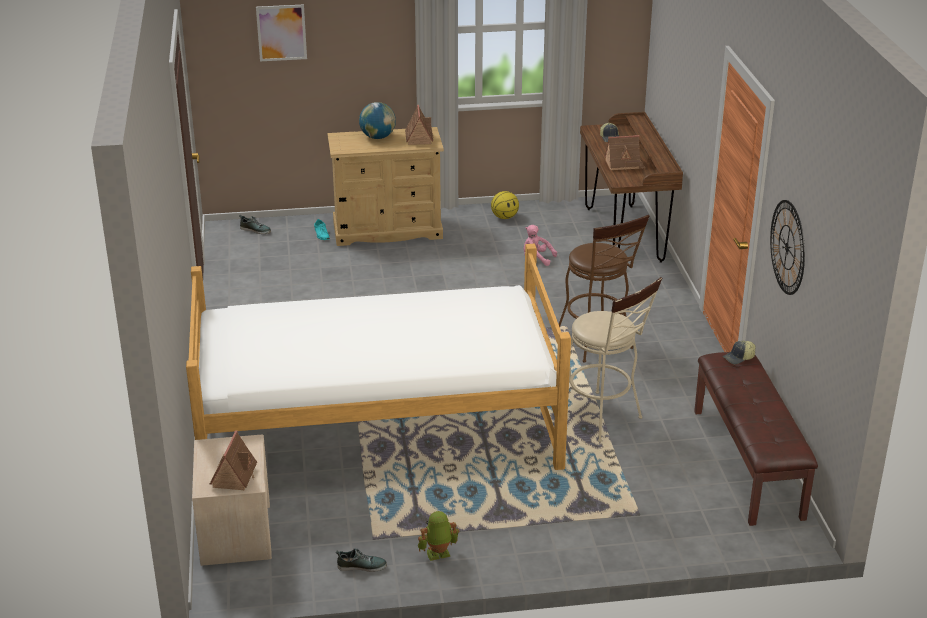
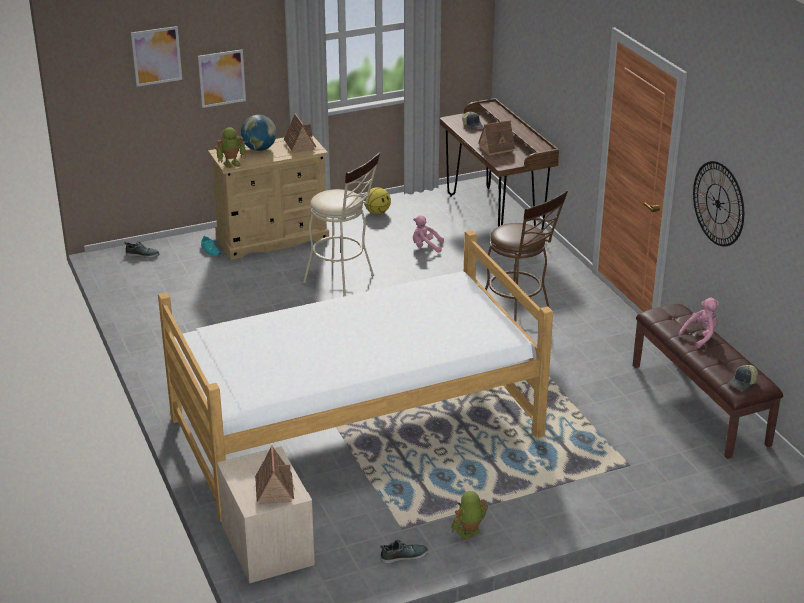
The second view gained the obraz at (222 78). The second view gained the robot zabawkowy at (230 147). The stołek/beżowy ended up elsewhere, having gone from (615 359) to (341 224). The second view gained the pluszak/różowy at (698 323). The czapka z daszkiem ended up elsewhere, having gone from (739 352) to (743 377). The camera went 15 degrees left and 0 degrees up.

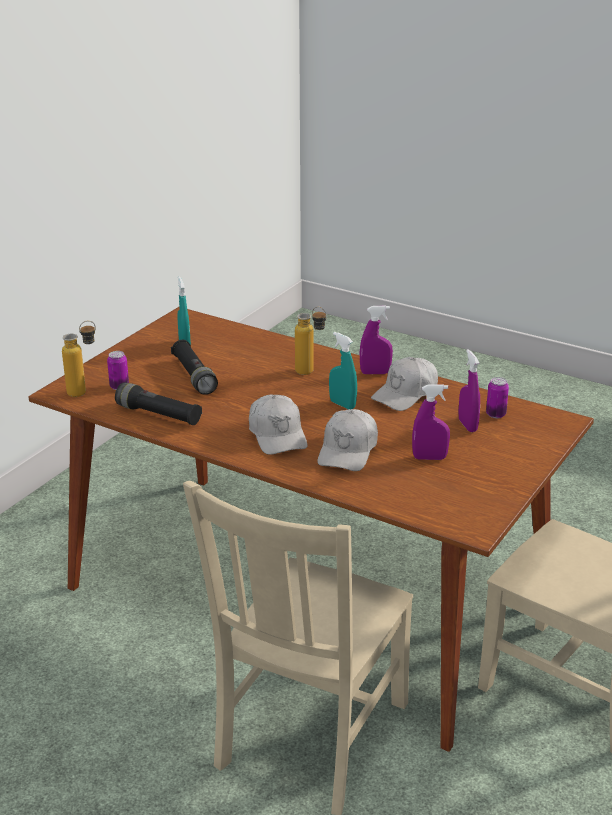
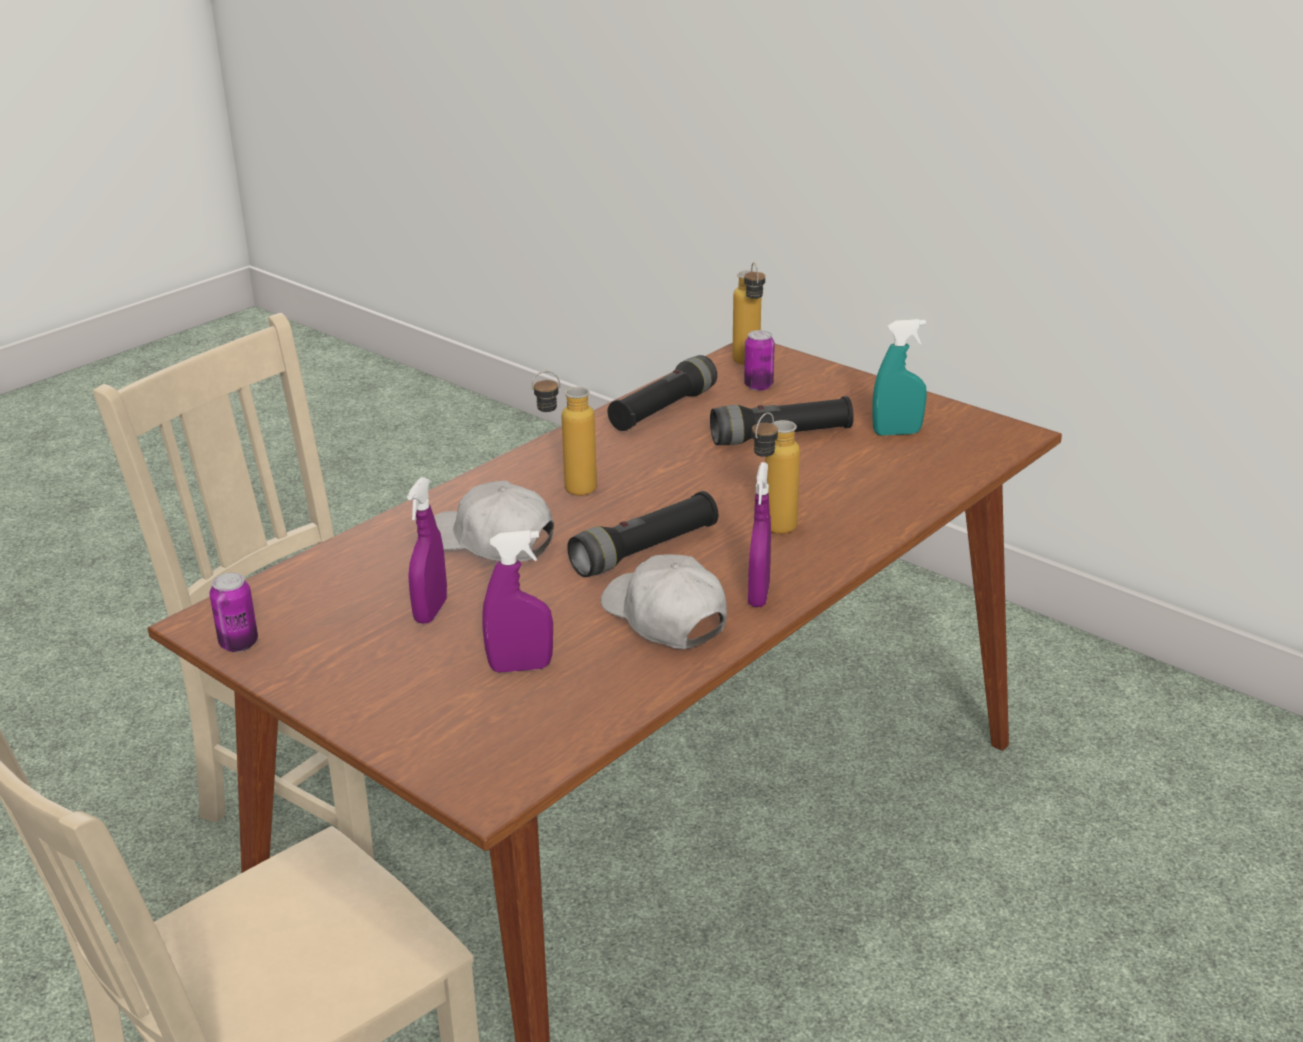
The puszka ended up elsewhere, having gone from (497 397) to (233 612). Where the czapka z daszkiem/biały stood at (278 425), the butelka came to stand at (564 433). Where the spryskiwacz/turkusowy stood at (343 370), the latarka/czarny came to stand at (642 534). The camera went 100 degrees right and 0 degrees up.

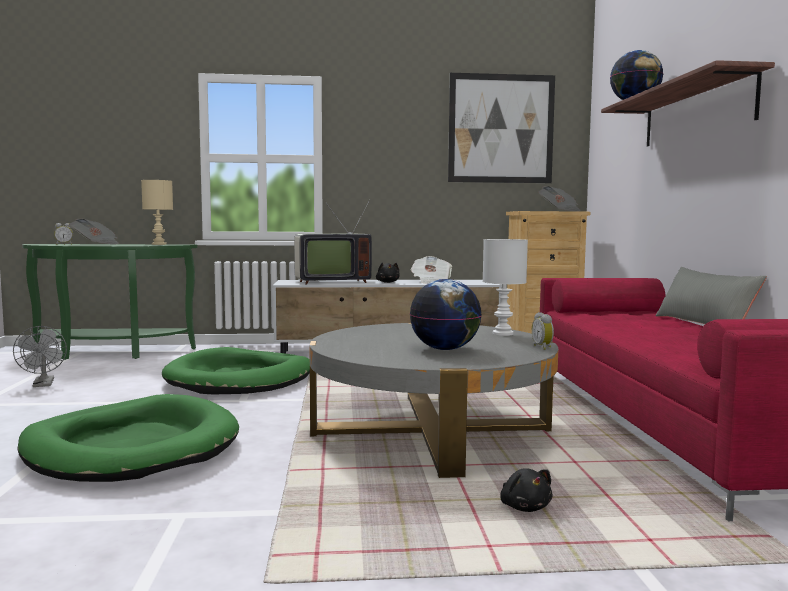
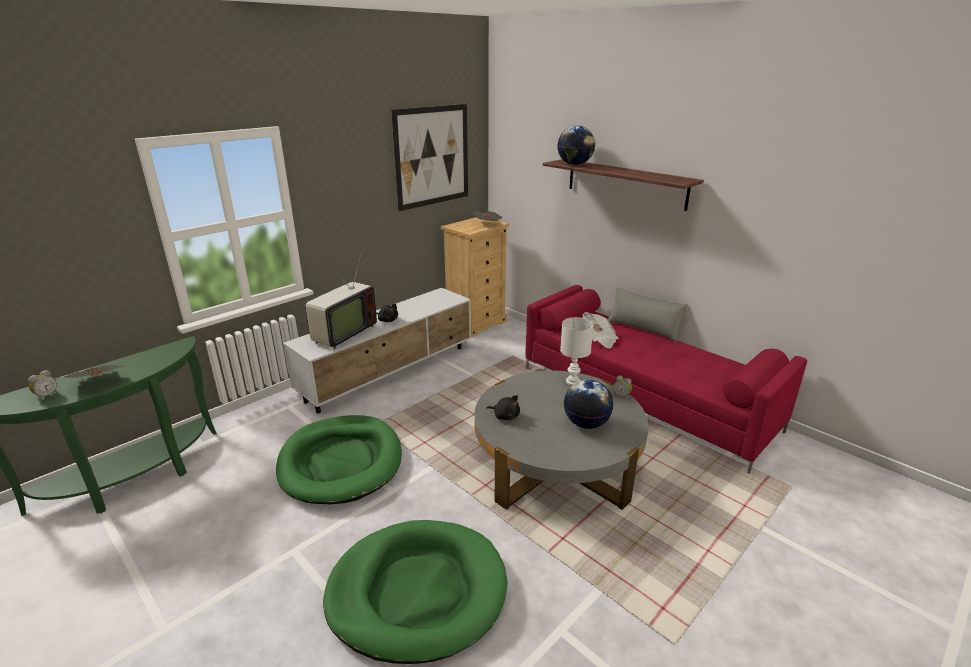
The pluszak/czarny ended up elsewhere, having gone from (526 490) to (503 407). The gazeta ended up elsewhere, having gone from (431 270) to (601 330). The second view lost the wentylator/szary at (40 356). The second view lost the lampa stołowa/beżowy at (157 212). The camera went 40 degrees left and 20 degrees up.

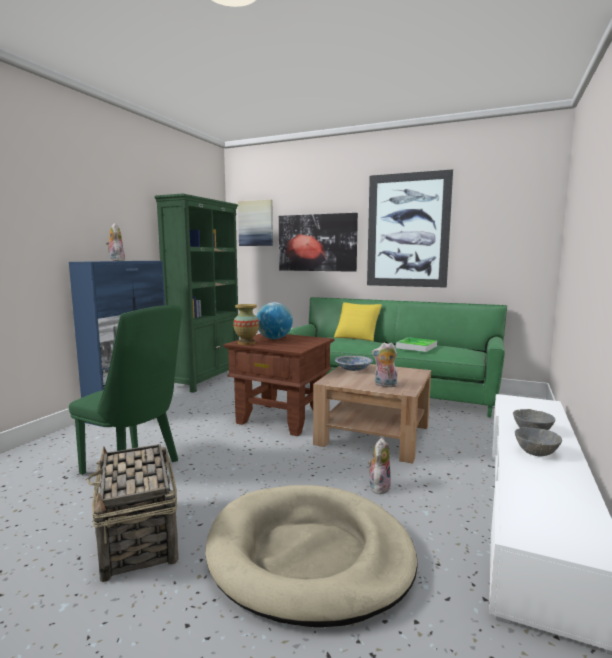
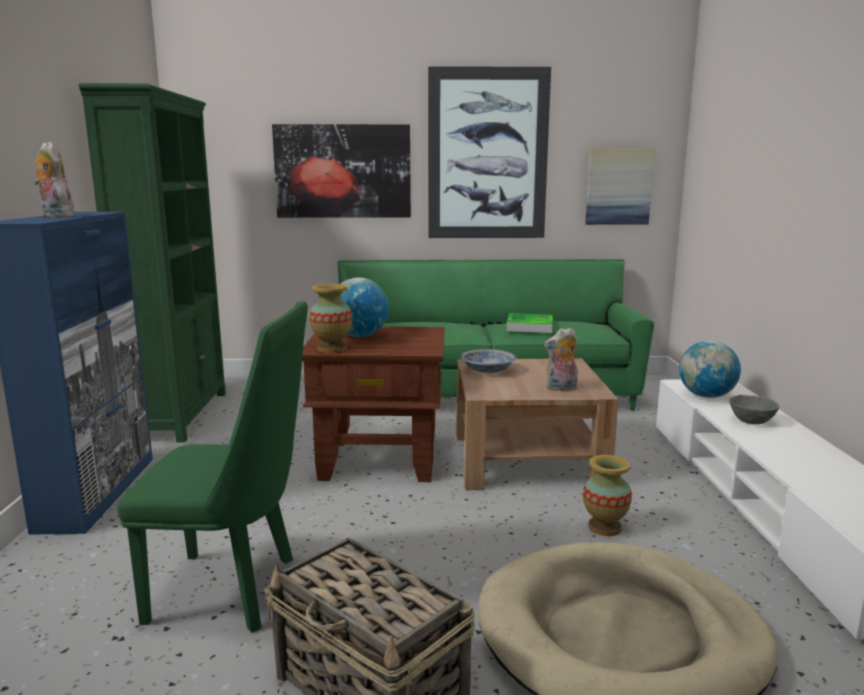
Where the pluszak stood at (379 466), the wazon came to stand at (607 495). The obraz ended up elsewhere, having gone from (255 223) to (620 186). The second view gained the globus at (710 369). The second view lost the poduszka/żółty at (358 321). The second view lost the miska/szary at (538 441). The camera went 25 degrees left and 5 degrees up.

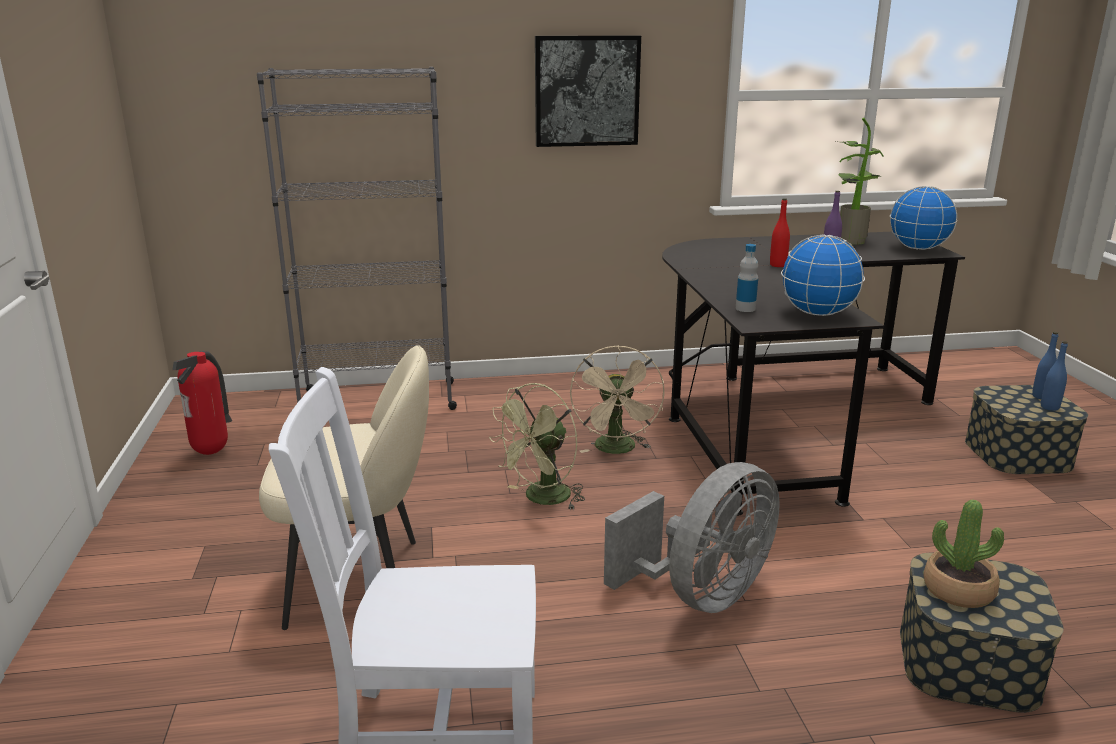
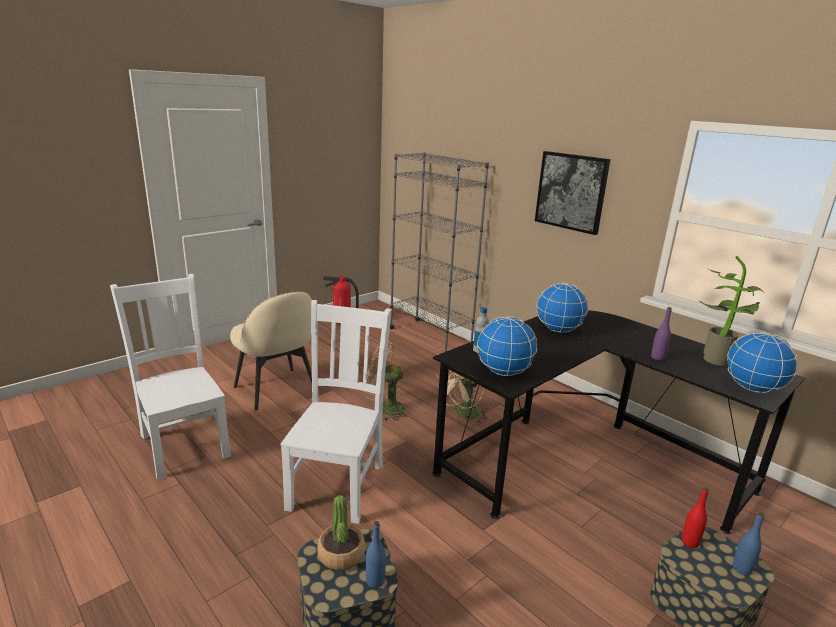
Where the wentylator/szary stood at (692 537), the krzesło/biały came to stand at (336 412). The butelka/niebieski ended up elsewhere, having gone from (1054 376) to (376 554). The second view gained the globus at (562 308). The butelka/czerwony ended up elsewhere, having gone from (780 232) to (695 517). The camera went 55 degrees right and 0 degrees up.

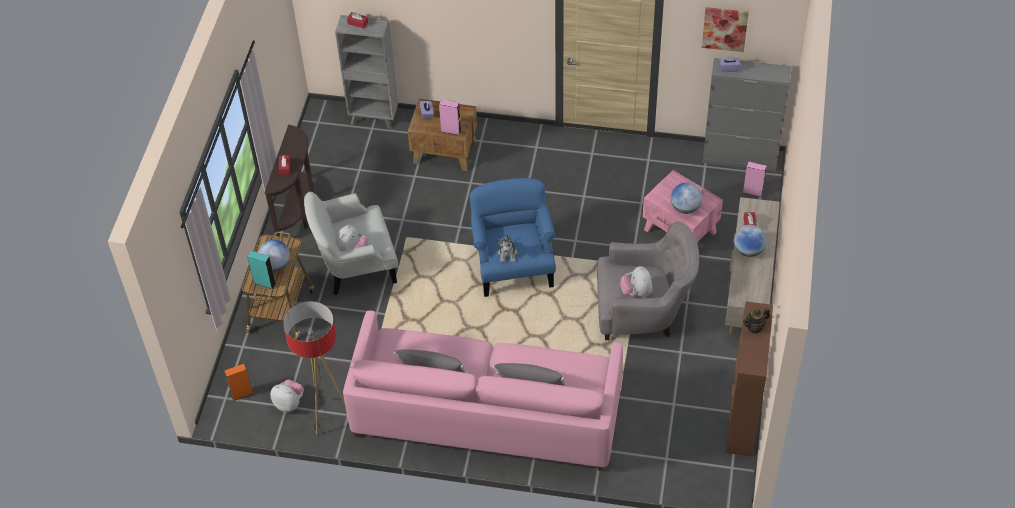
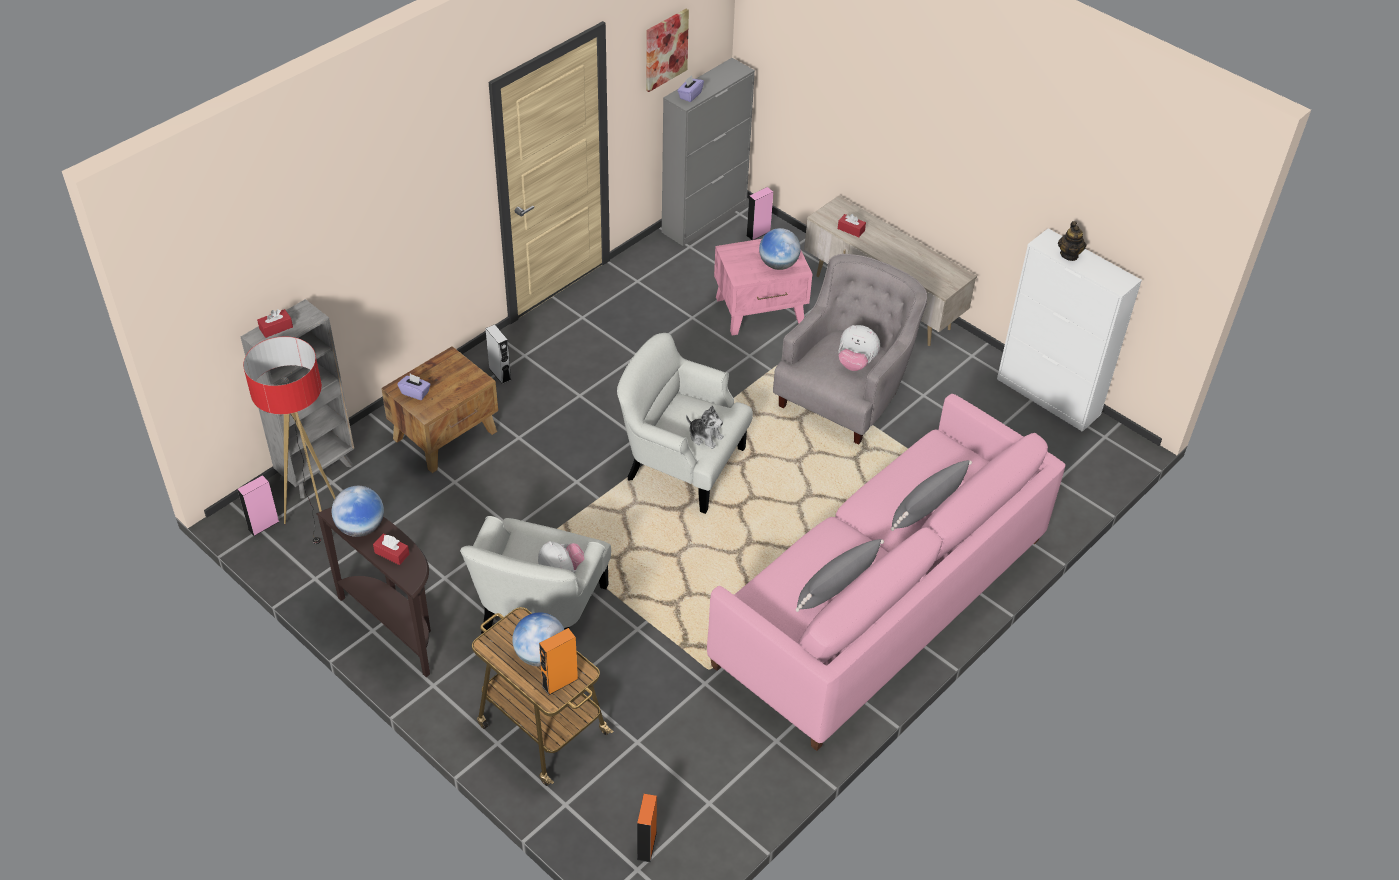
The głośnik/różowy ended up elsewhere, having gone from (450 117) to (258 505). The lampa stojąca ended up elsewhere, having gone from (314 368) to (289 440). The globus ended up elsewhere, having gone from (750 241) to (358 511). The second view gained the głośnik/szary at (498 354). What was the głośnik/turkusowy at (261 270) turned into the głośnik/pomarańczowy at (558 661). What was the fotel/niebieski at (513 237) turned into the fotel/biały at (685 423). What was the szafka/brązowy at (749 379) turned into the szafka/biały at (1069 330). The second view lost the pluszak at (287 395). The camera went 60 degrees left and 5 degrees down.

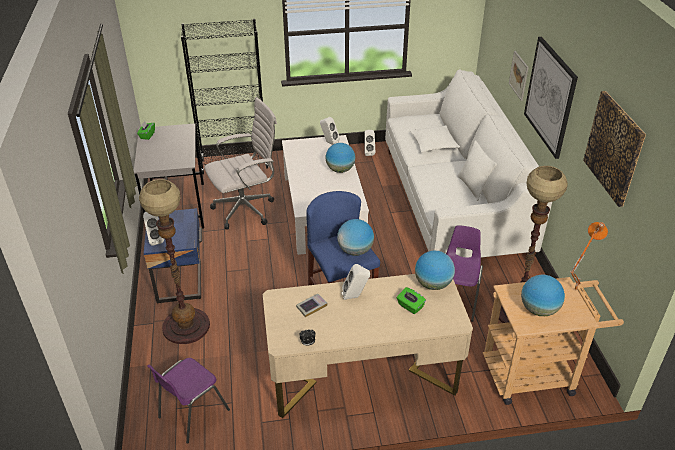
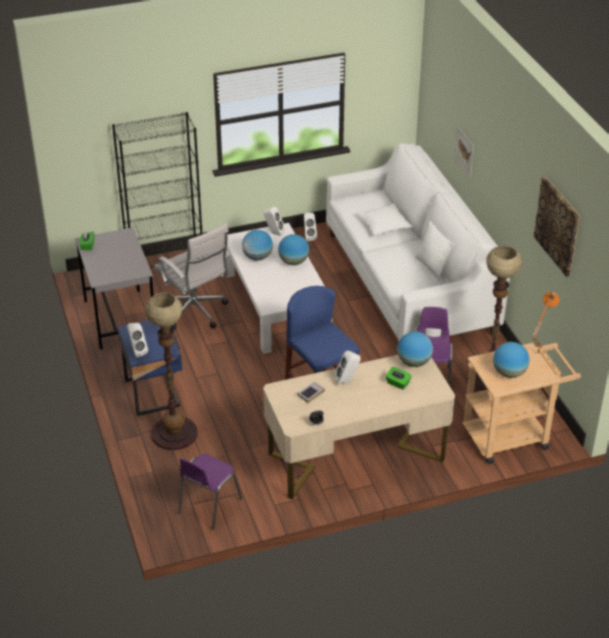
The krzesło biurowe/biały at (240 163) ended up facing another way, 90 degrees clockwise from before. The globus ended up elsewhere, having gone from (355 237) to (257 245). The second view lost the obraz at (551 98). The camera went 10 degrees left and 0 degrees up.

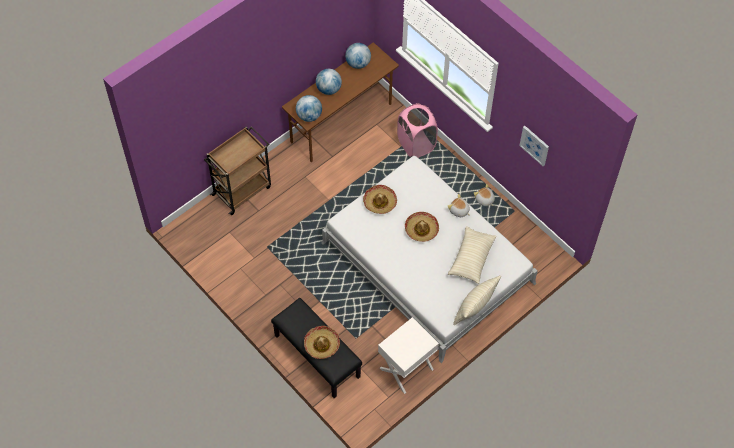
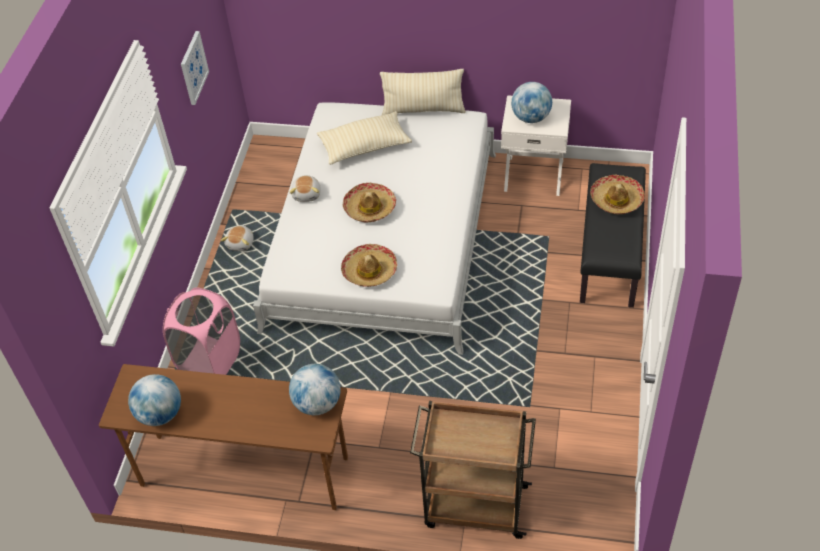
The globus ended up elsewhere, having gone from (329 82) to (531 102). The camera went 125 degrees left and 10 degrees down.

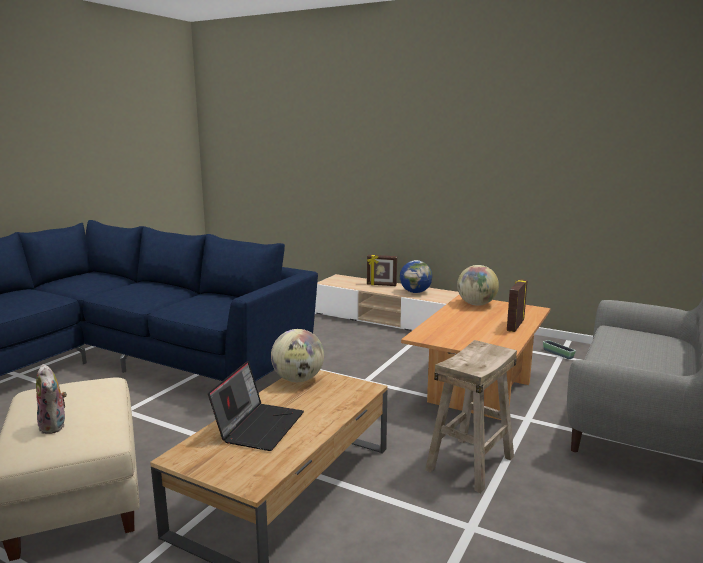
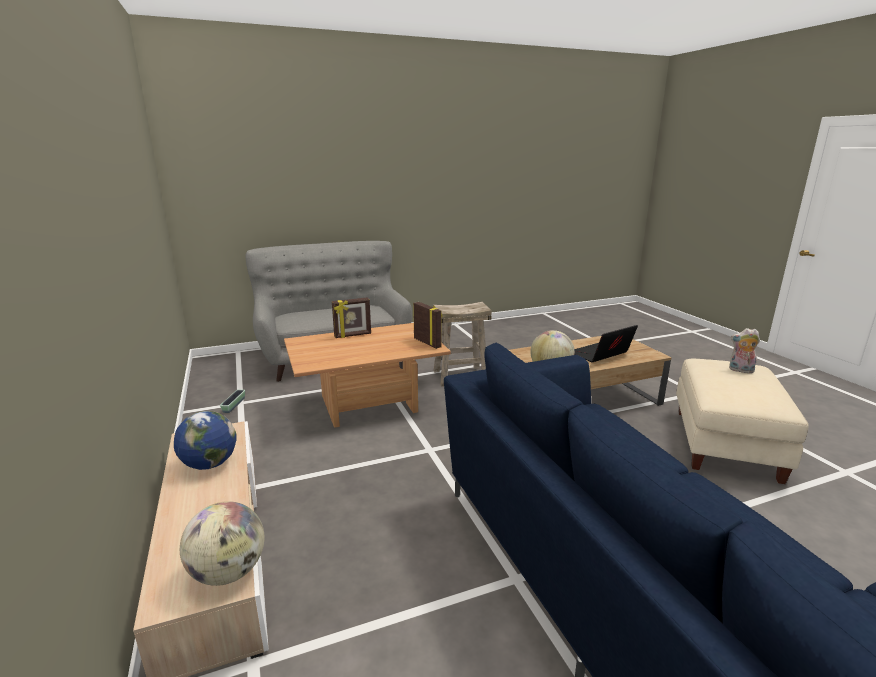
The globus ended up elsewhere, having gone from (478 285) to (222 543). The ramka na zdjęcie ended up elsewhere, having gone from (382 270) to (428 325). The pluszak at (51 399) ended up facing another way, 75 degrees counterclockwise from before. The camera went 140 degrees left and 5 degrees up.

